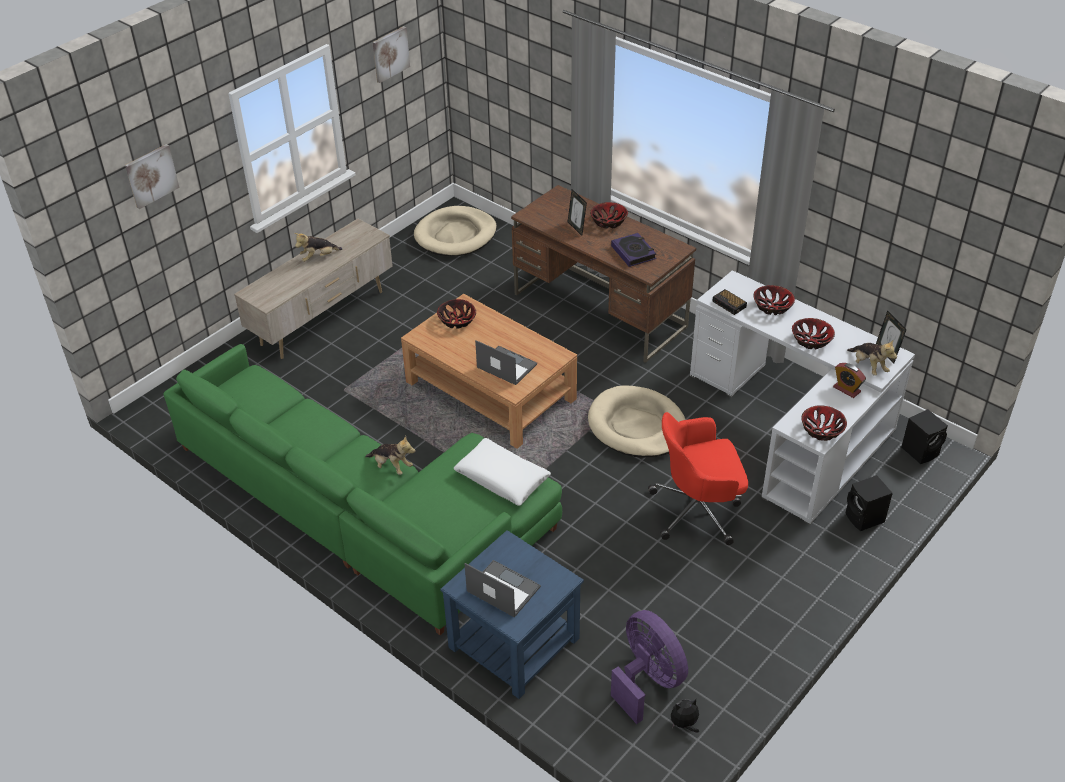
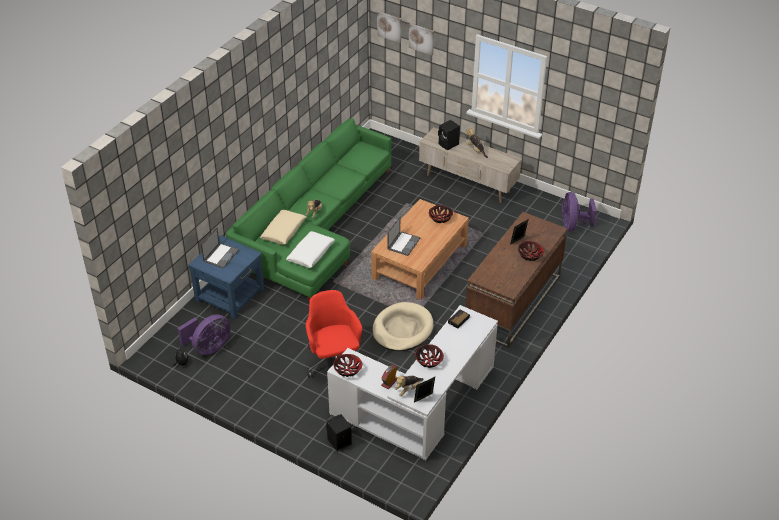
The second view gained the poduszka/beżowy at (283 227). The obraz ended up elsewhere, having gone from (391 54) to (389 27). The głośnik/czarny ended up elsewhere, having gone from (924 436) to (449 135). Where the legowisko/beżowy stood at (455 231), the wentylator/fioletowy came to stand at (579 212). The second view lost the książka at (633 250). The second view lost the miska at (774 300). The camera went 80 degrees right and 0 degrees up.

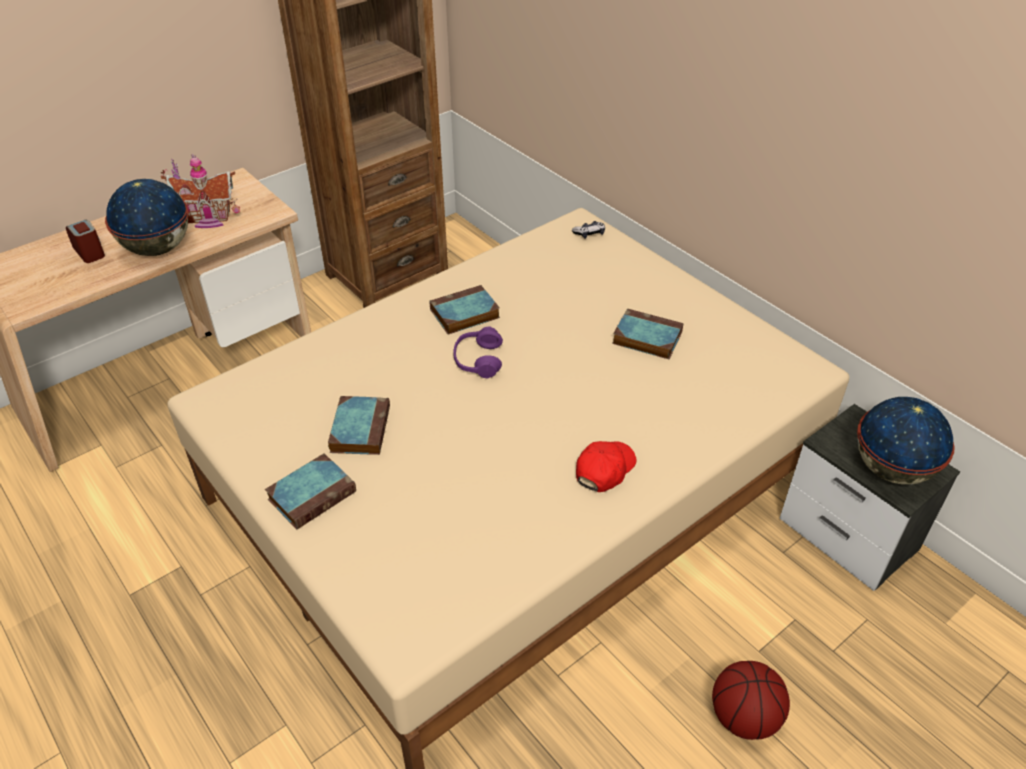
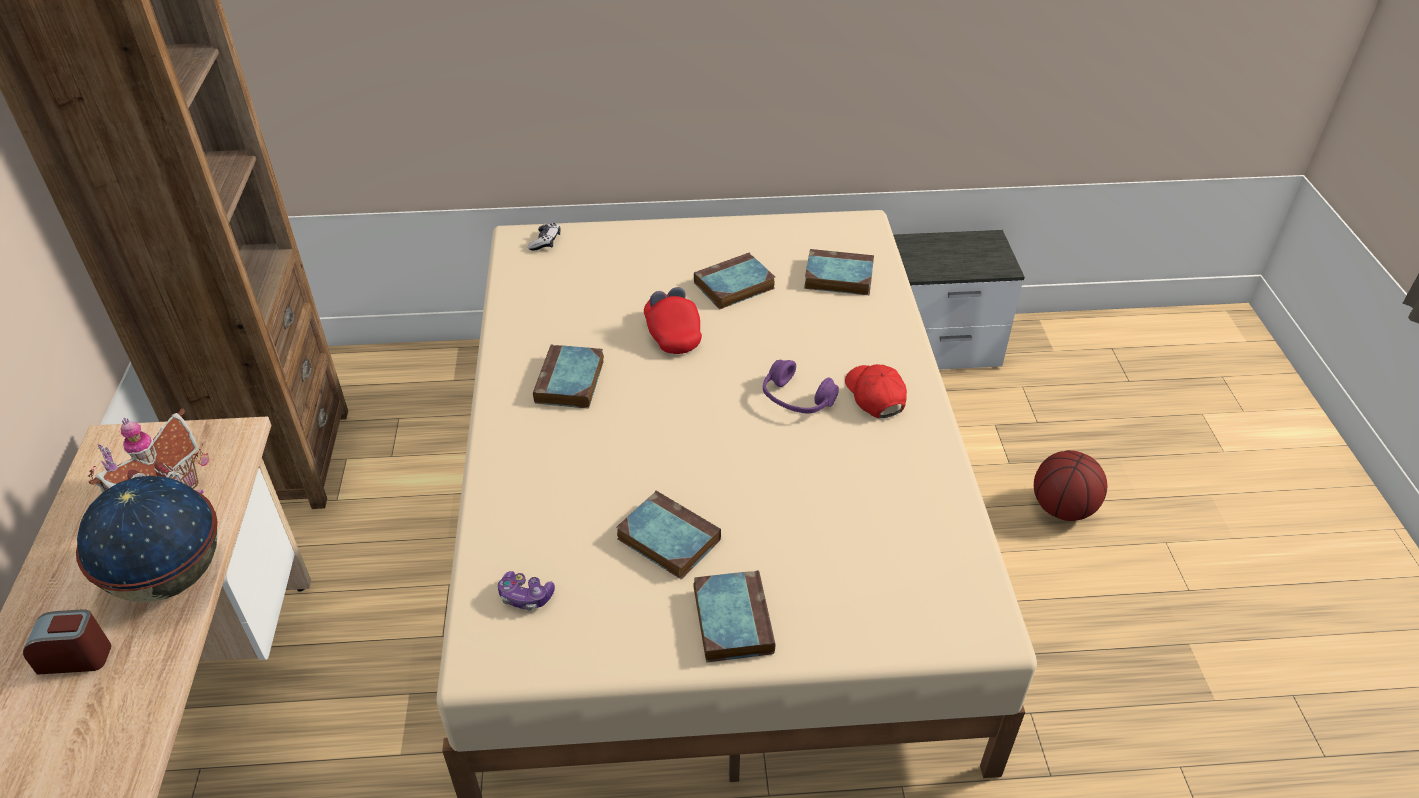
The second view gained the pad do gier at (526 591). The second view gained the czapka z daszkiem/czerwony at (673 320). The słuchawki/fioletowy ended up elsewhere, having gone from (478 352) to (801 387). The second view gained the książka at (839 272). The second view lost the globus at (906 440). The camera went 55 degrees left and 0 degrees up.

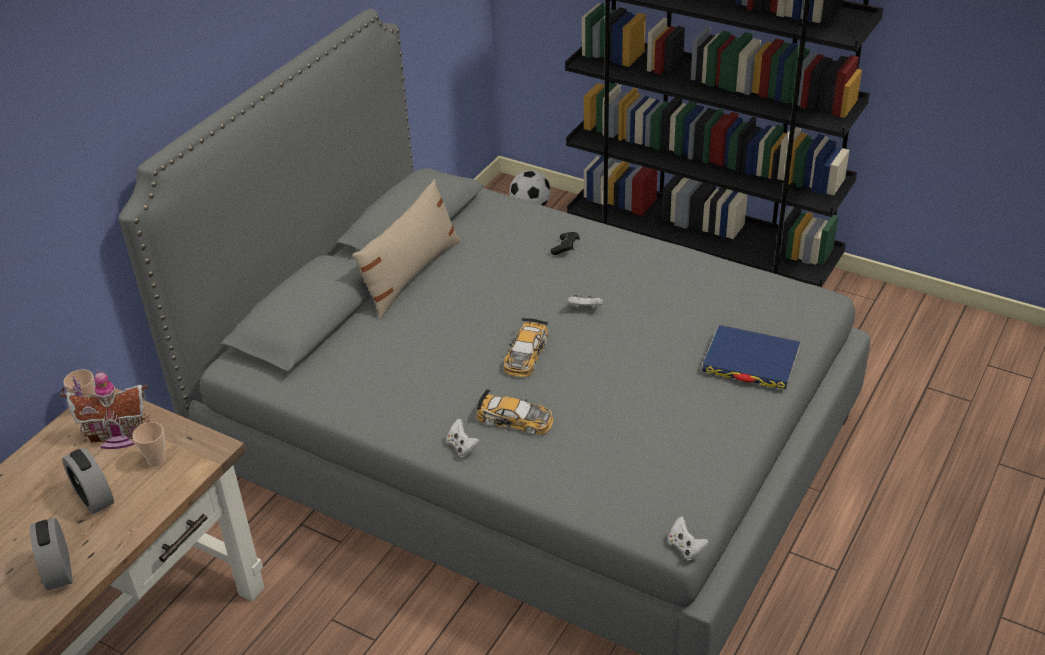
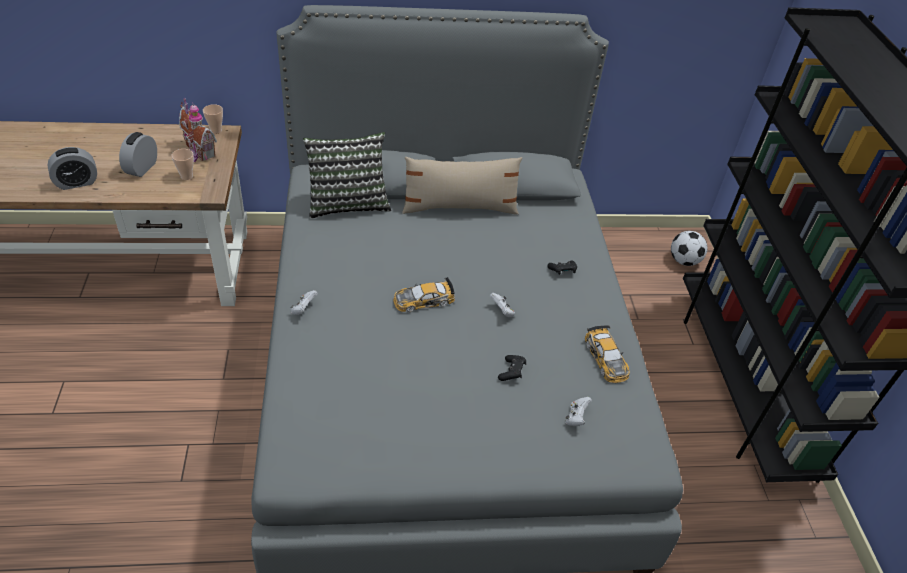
The budzik at (51 554) ended up facing another way, 150 degrees counterclockwise from before. The second view gained the poduszka at (347 175). The second view gained the pad do gier/czarny at (512 368). The pad do gier/biały ended up elsewhere, having gone from (688 538) to (578 411). The samochodzik ended up elsewhere, having gone from (515 412) to (607 354). The second view lost the książka/niebieski at (751 357). The camera went 50 degrees right and 5 degrees up.

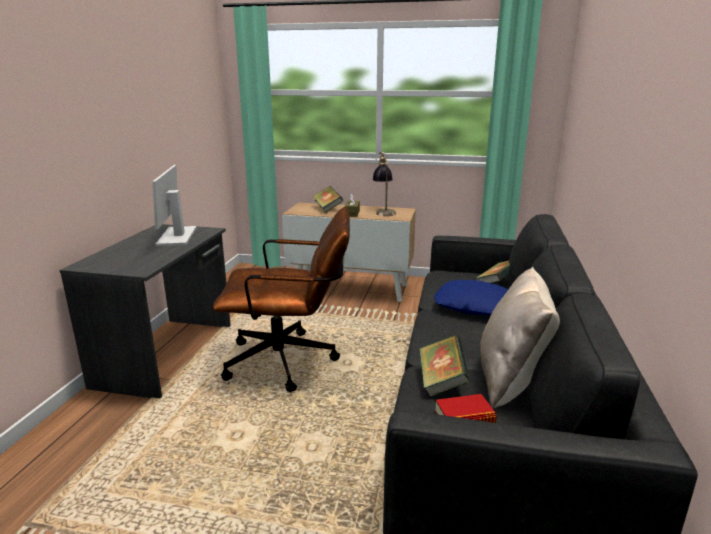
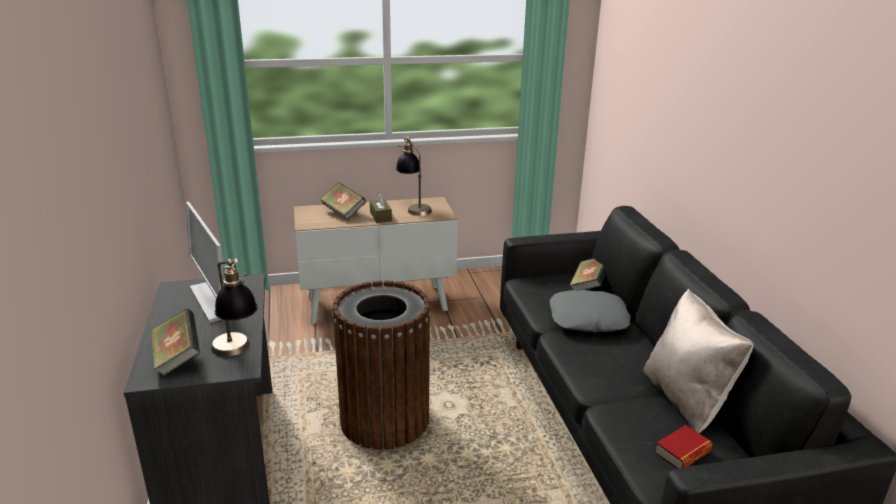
The książka ended up elsewhere, having gone from (445 366) to (175 342). The second view gained the lampa stołowa at (234 307). Where the krzesło biurowe/brązowy stood at (281 299), the kosz na śmieci/brązowy came to stand at (381 365). What was the poduszka/niebieski at (471 297) turned into the poduszka/szary at (590 311). The camera went 25 degrees left and 5 degrees up.

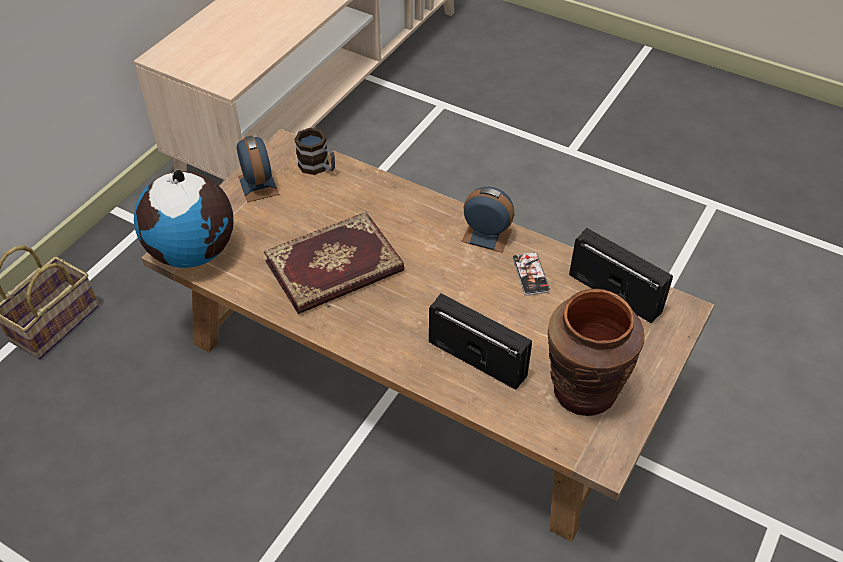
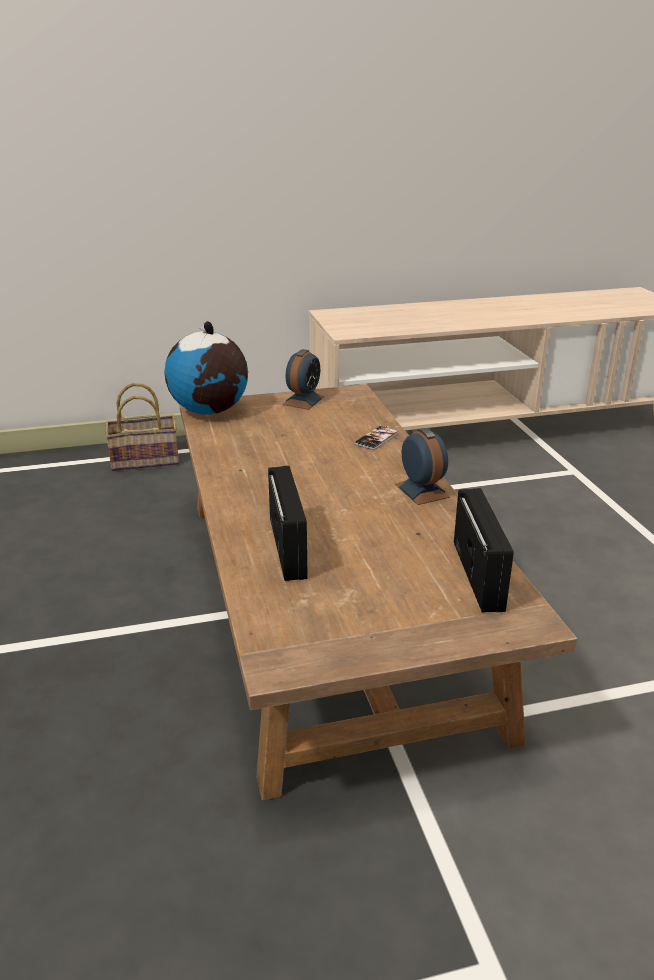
The telefon ended up elsewhere, having gone from (531 273) to (376 438). The second view lost the książka at (334 263). The second view lost the kubek at (314 151). The second view lost the wazon/brązowy at (596 352). The camera went 45 degrees right and 20 degrees down.

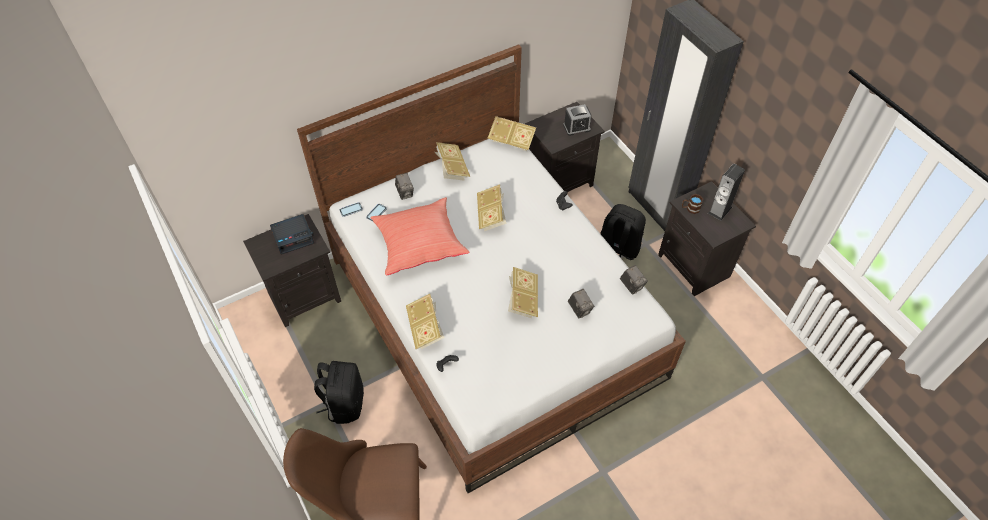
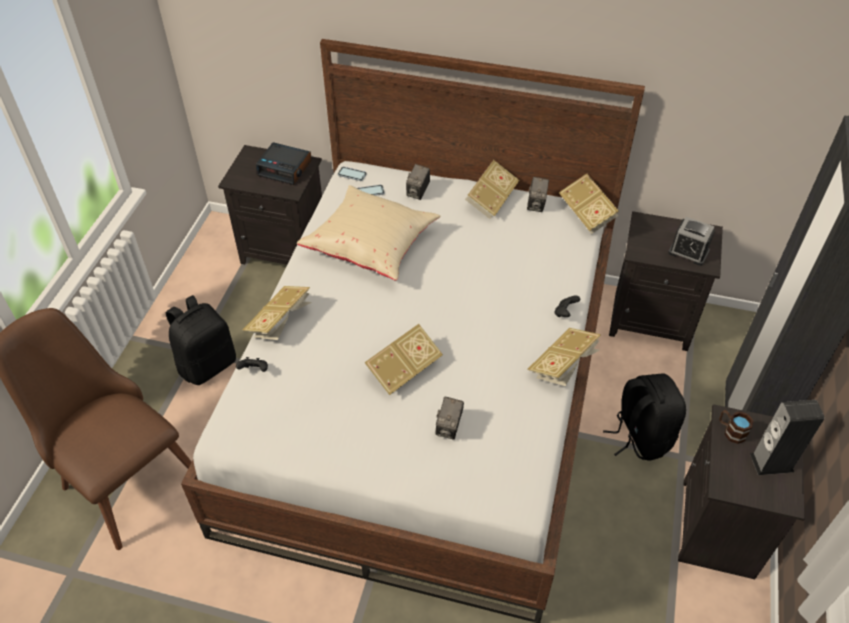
What was the poduszka/czerwony at (420 236) turned into the poduszka/beżowy at (369 233). The aparat fotograficzny ended up elsewhere, having gone from (634 280) to (538 194). The książka ended up elsewhere, having gone from (492 208) to (564 357). The camera went 45 degrees right and 5 degrees down.

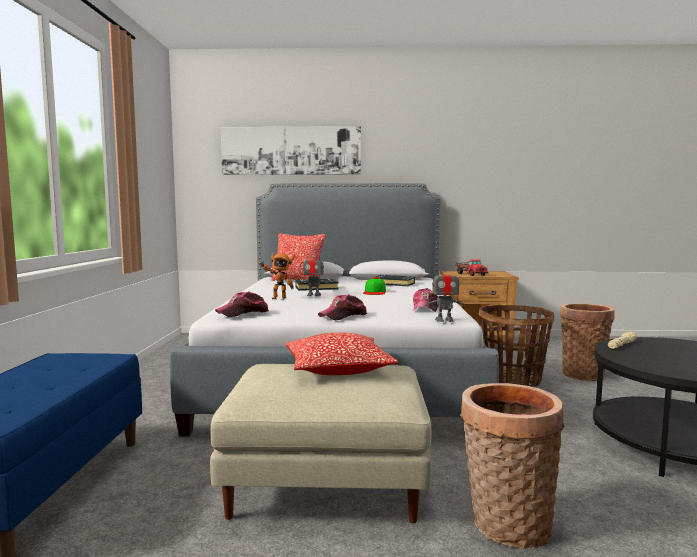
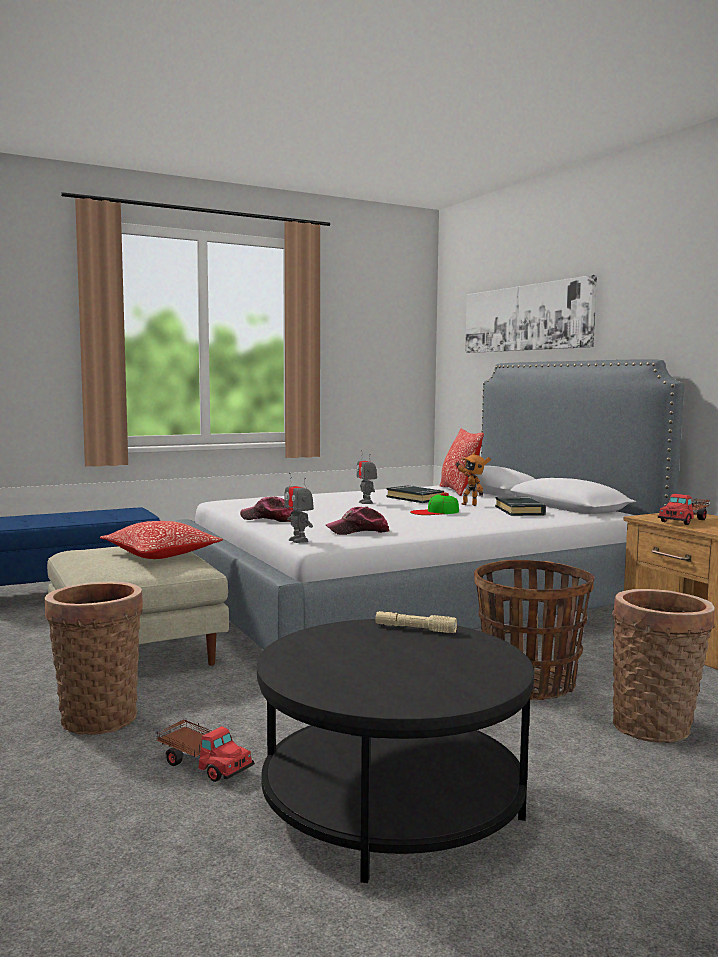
The second view gained the ciężarówka zabawkowa at (205 750). The robot zabawkowy ended up elsewhere, having gone from (277 276) to (473 479). The second view lost the czapka z daszkiem at (242 304). The camera went 60 degrees right and 0 degrees up.

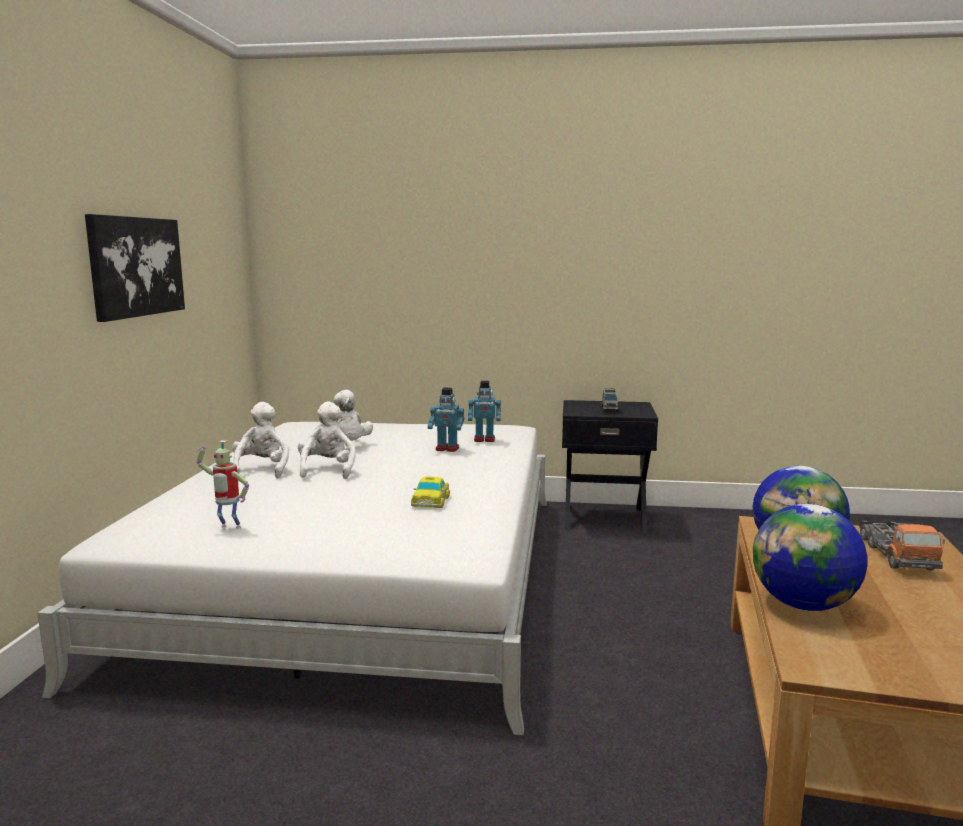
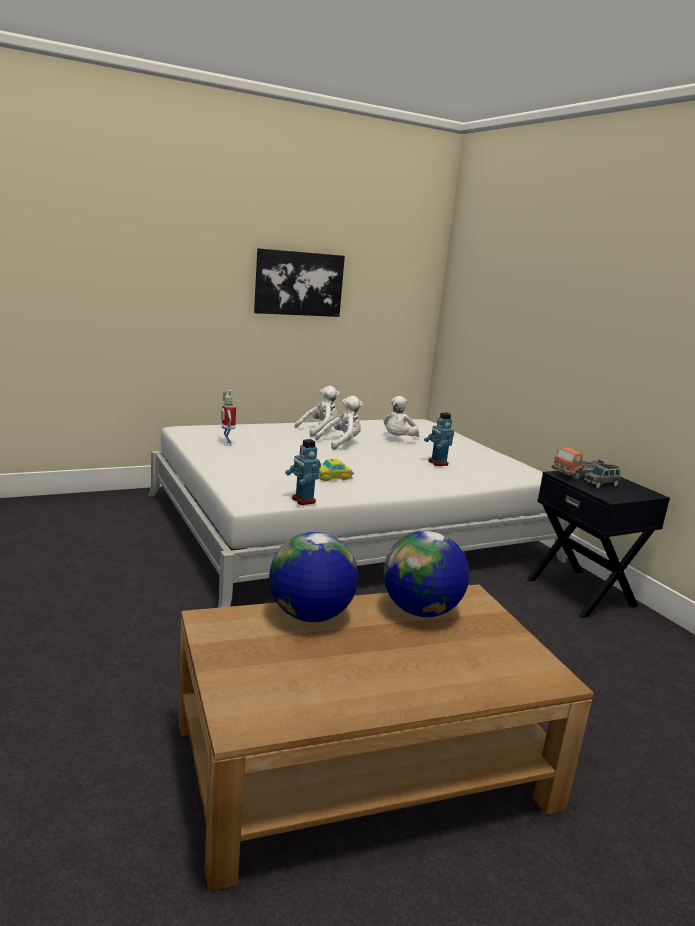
The robot zabawkowy ended up elsewhere, having gone from (484 411) to (303 472). The ciężarówka zabawkowa ended up elsewhere, having gone from (902 545) to (579 463). The camera went 55 degrees right and 5 degrees up.

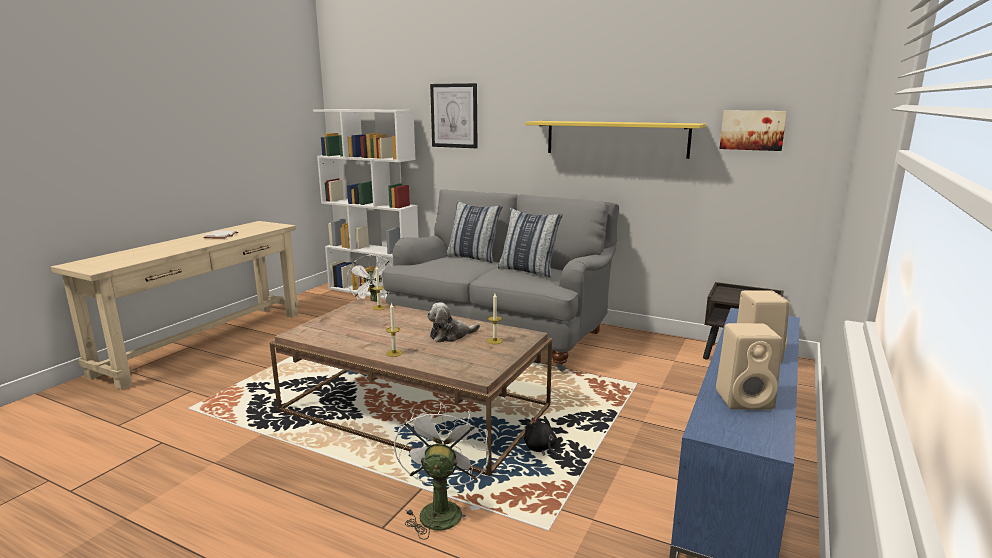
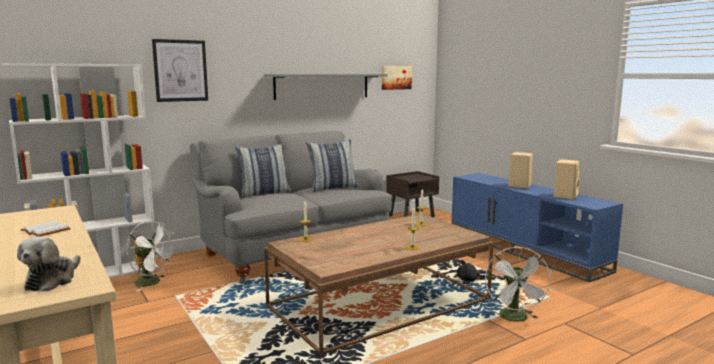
The pluszak ended up elsewhere, having gone from (453 322) to (49 263). What was the półka/żółty at (615 140) turned into the półka/szary at (326 87). The wentylator/biały at (441 471) ended up facing another way, 120 degrees counterclockwise from before. The camera went 60 degrees left and 5 degrees down.

